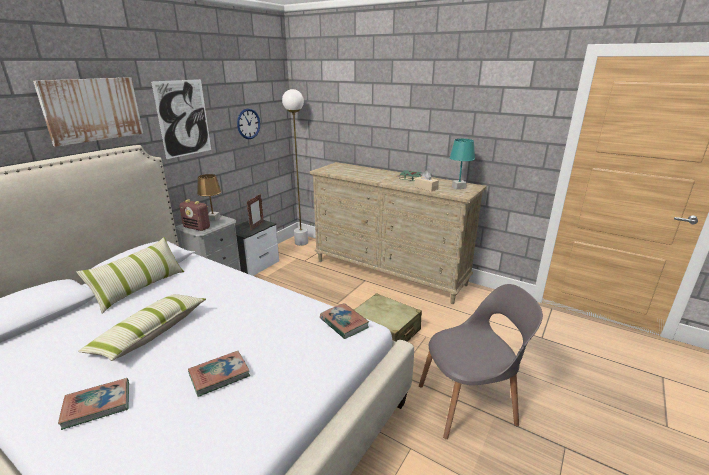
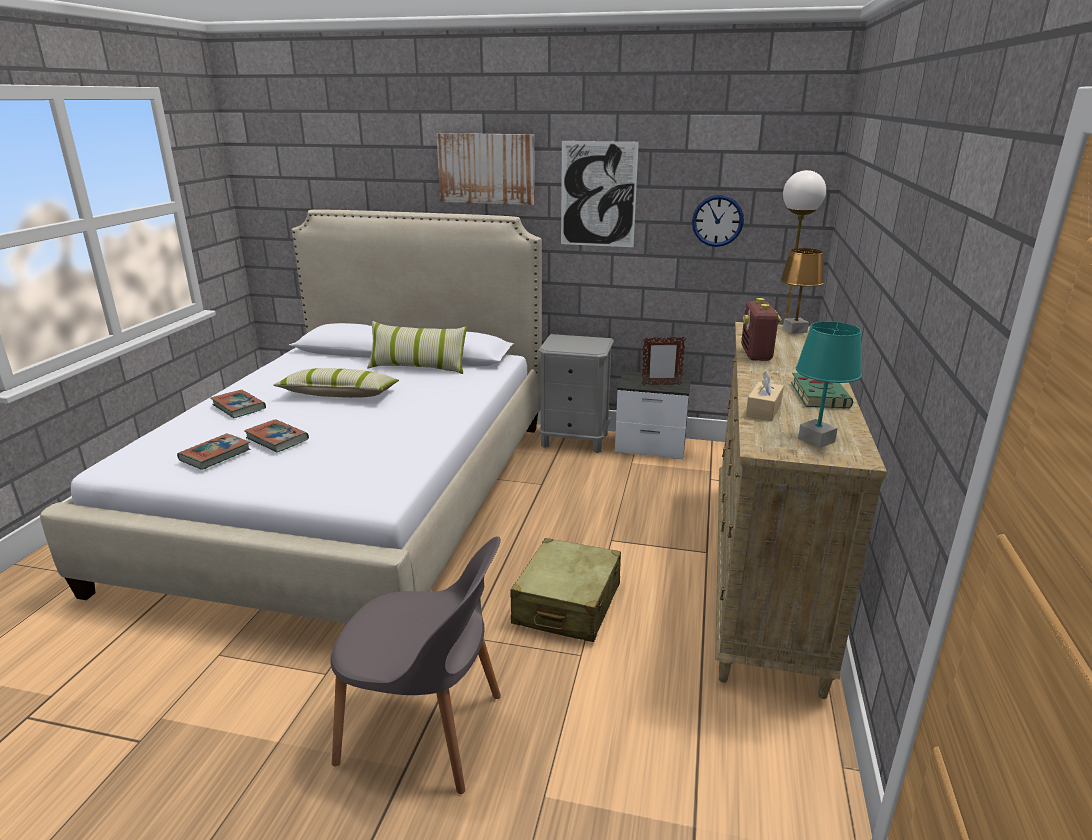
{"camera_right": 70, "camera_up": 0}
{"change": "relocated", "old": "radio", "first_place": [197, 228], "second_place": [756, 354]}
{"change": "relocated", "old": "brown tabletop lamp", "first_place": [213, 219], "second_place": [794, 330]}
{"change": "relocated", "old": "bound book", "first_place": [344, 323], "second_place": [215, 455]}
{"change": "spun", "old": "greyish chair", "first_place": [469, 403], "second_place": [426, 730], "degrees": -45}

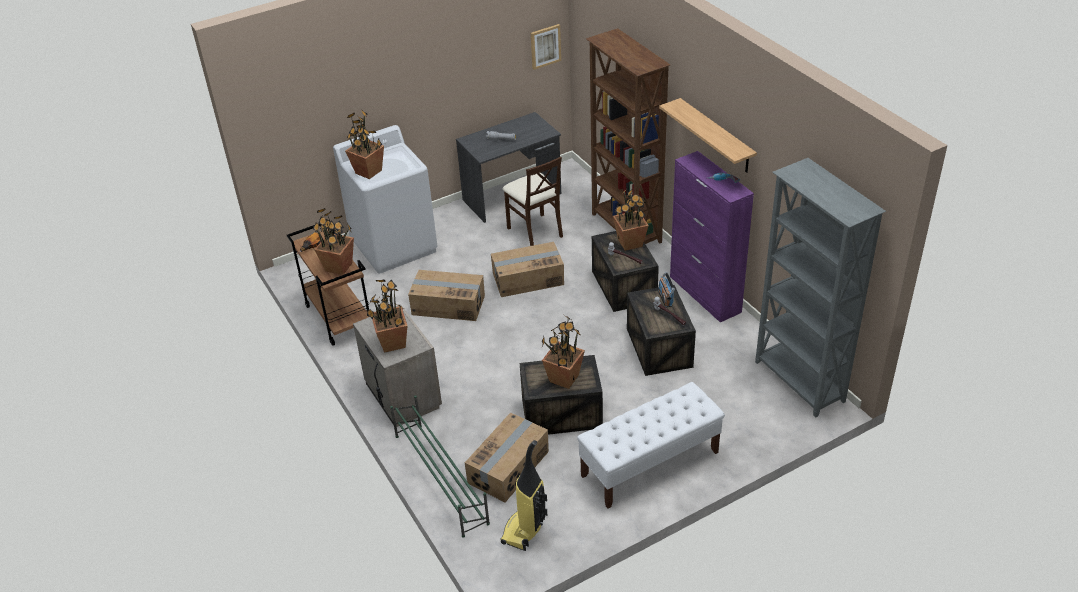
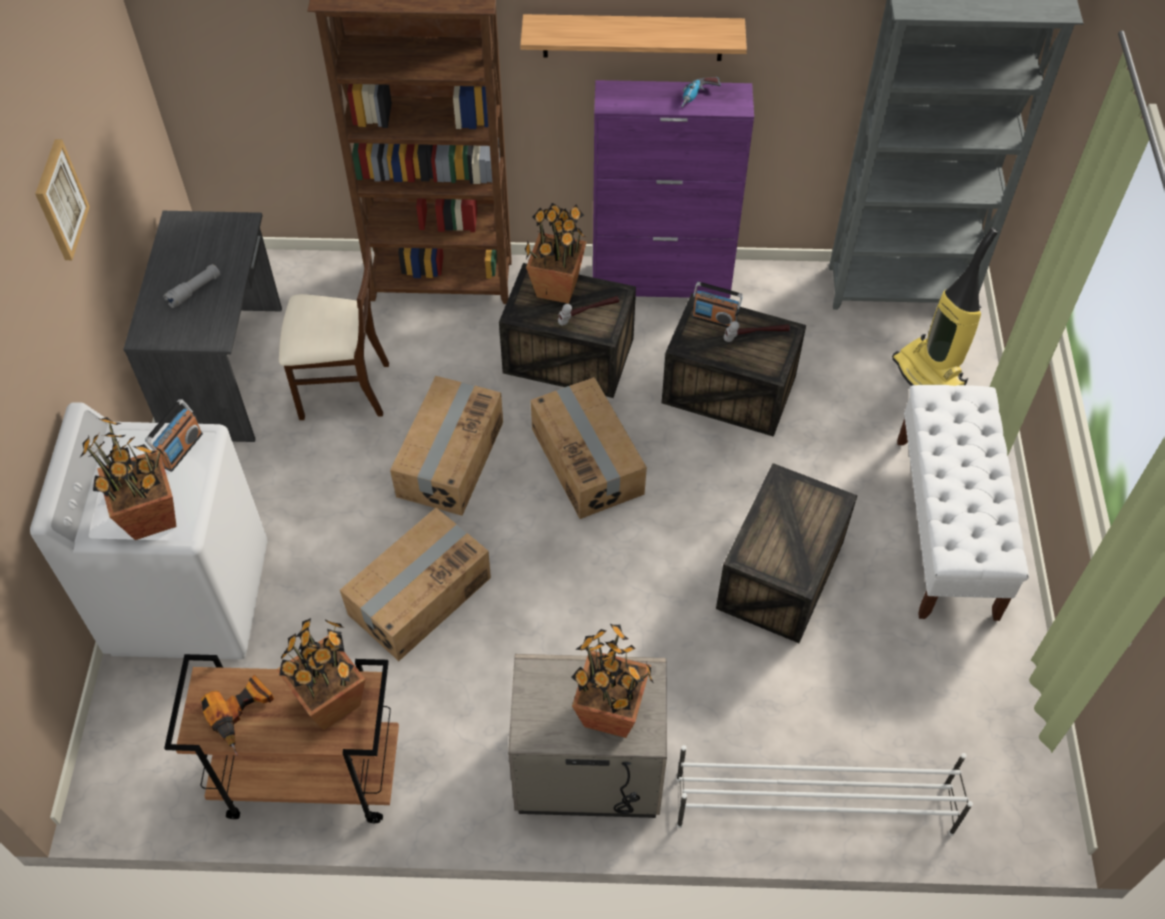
{"camera_right": -60, "camera_up": 15}
{"change": "colour", "old": "green-coloured shoe rack", "new": "white shoe rack", "first_place": [440, 478], "second_place": [812, 805]}
{"change": "relocated", "old": "packing box", "first_place": [509, 467], "second_place": [588, 460]}
{"change": "relocated", "old": "hoover", "first_place": [525, 530], "second_place": [929, 373]}
{"change": "relocated", "old": "wall picture", "first_place": [545, 46], "second_place": [60, 200]}
{"change": "missing", "old": "houseplant", "first_place": [563, 378]}
{"change": "appeared", "new": "radio", "second_place": [181, 449]}

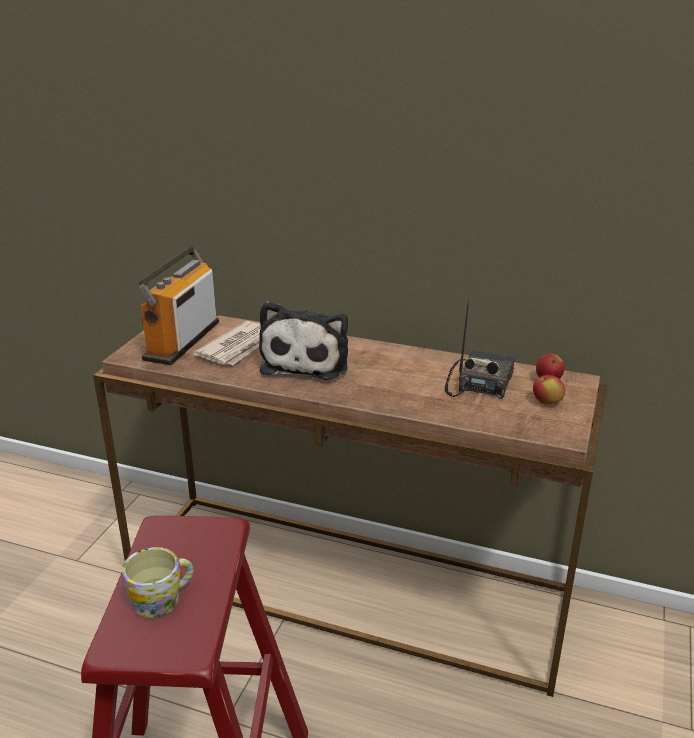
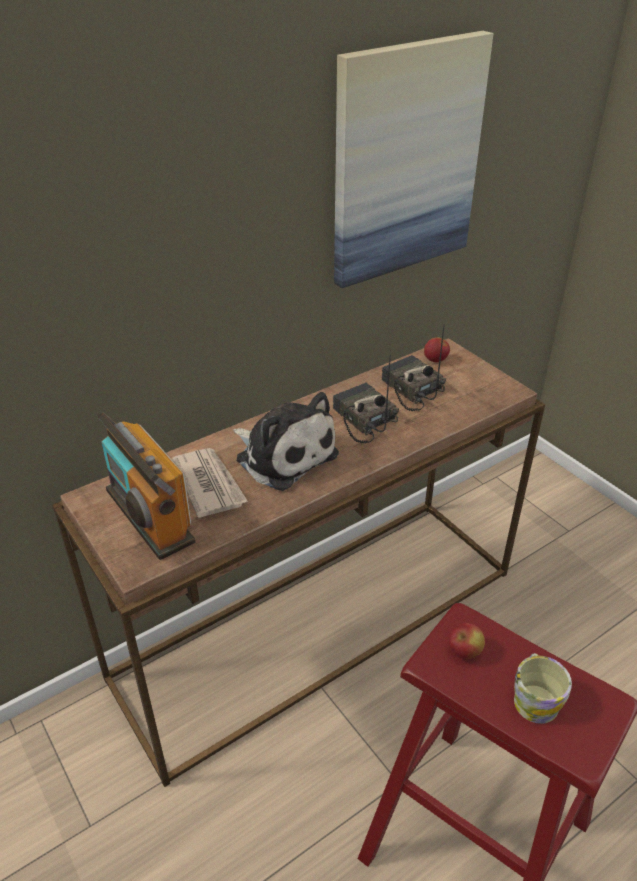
{"camera_right": -55, "camera_up": 10}
{"change": "relocated", "old": "apple", "first_place": [547, 403], "second_place": [464, 652]}
{"change": "appeared", "new": "radio", "second_place": [362, 419]}
{"change": "appeared", "new": "wall picture", "second_place": [405, 161]}

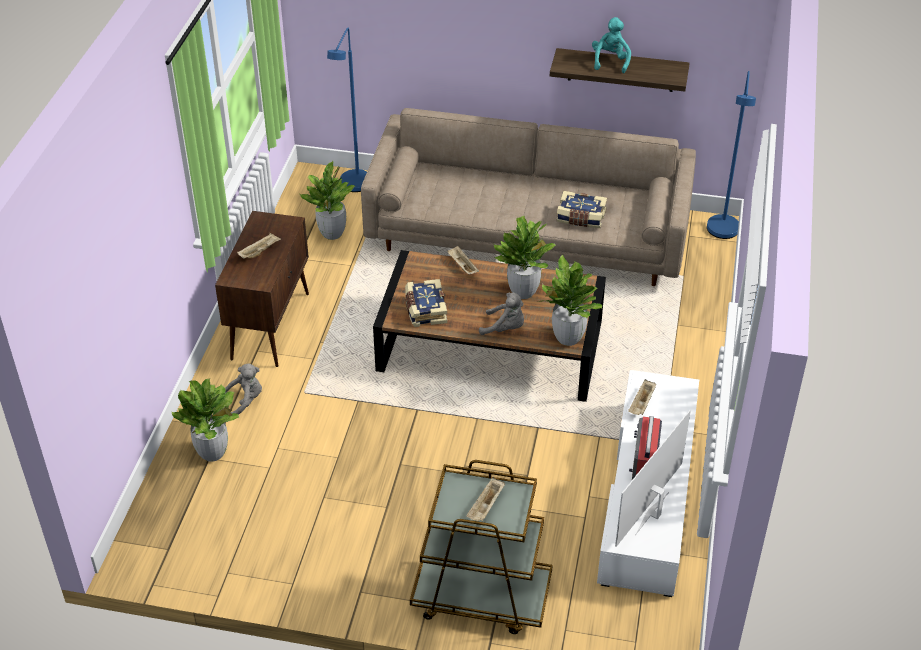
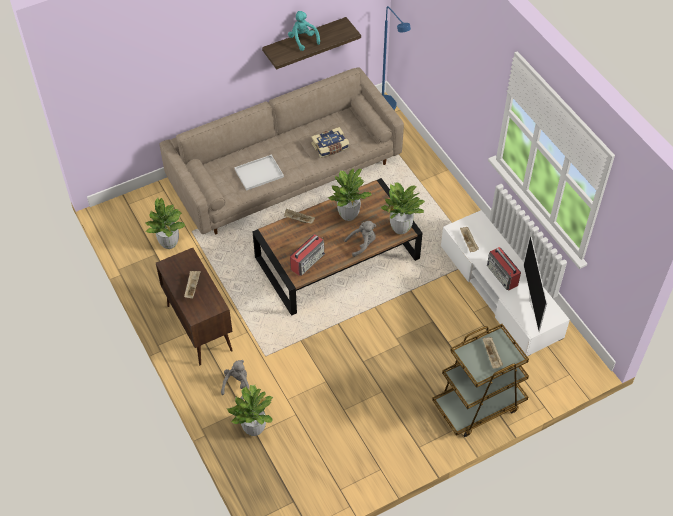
{"camera_right": -40, "camera_up": 10}
{"change": "missing", "old": "blue standing lamp", "first_place": [353, 188]}
{"change": "exchanged", "old": "bound book", "new": "radio", "first_place": [425, 310], "second_place": [308, 261]}
{"change": "appeared", "new": "white serving tray", "second_place": [258, 174]}

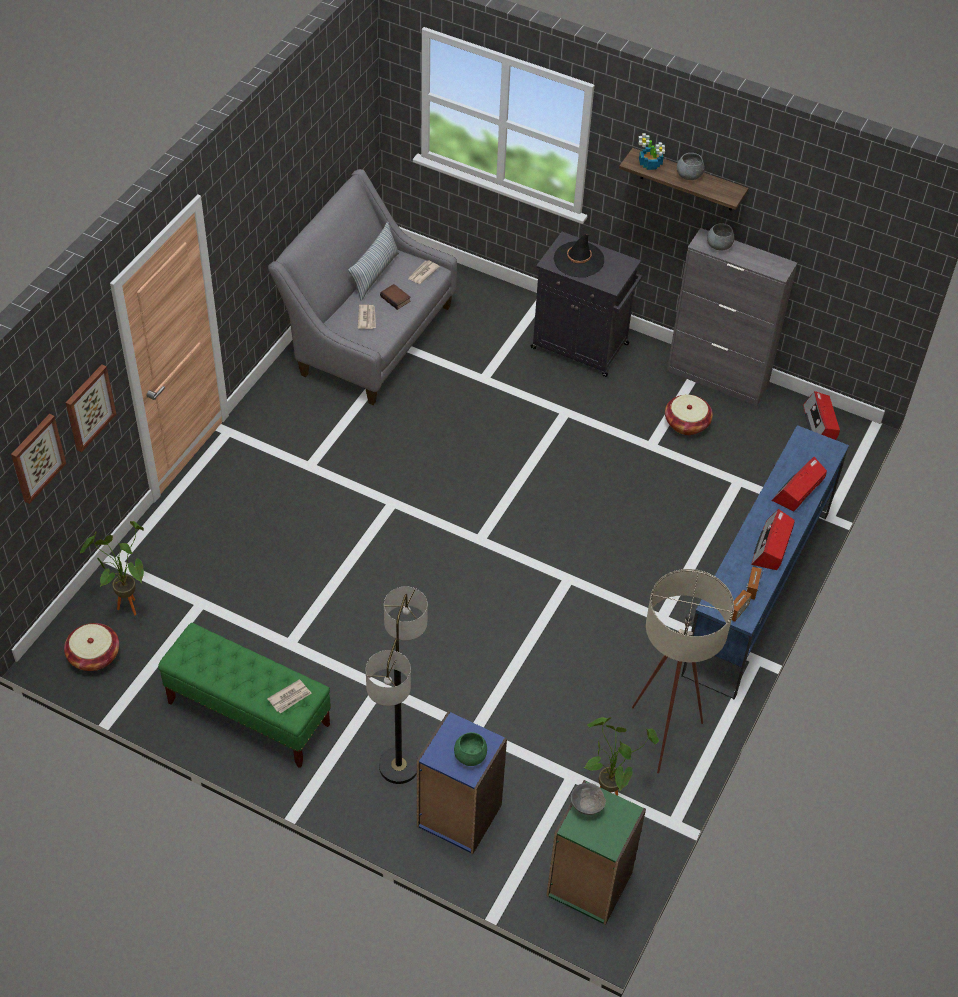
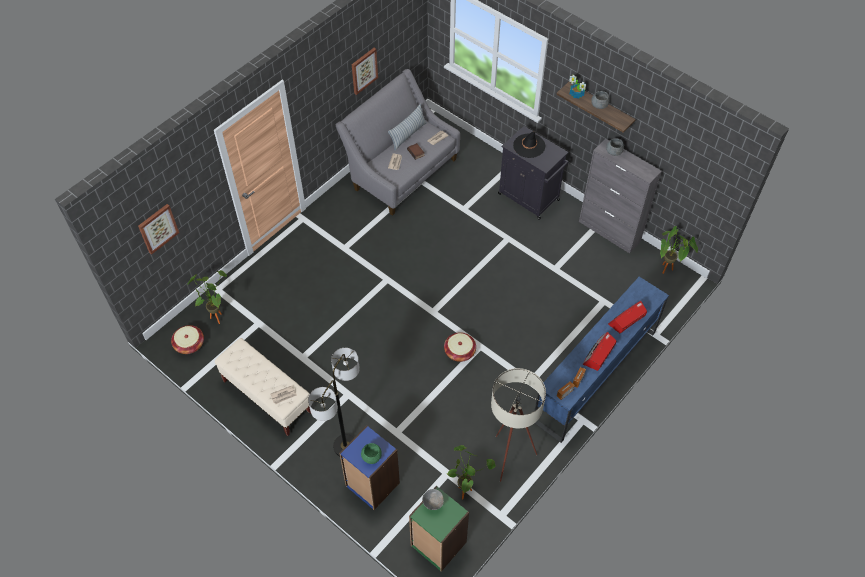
{"camera_right": 15, "camera_up": 5}
{"change": "relocated", "old": "wall picture", "first_place": [89, 407], "second_place": [364, 70]}
{"change": "colour", "old": "green-coloured indoor bench", "new": "sand-coloured indoor bench", "first_place": [248, 714], "second_place": [267, 396]}
{"change": "relocated", "old": "household basket", "first_place": [686, 423], "second_place": [459, 352]}
{"change": "exchanged", "old": "radio", "new": "houseplant", "first_place": [820, 423], "second_place": [667, 272]}

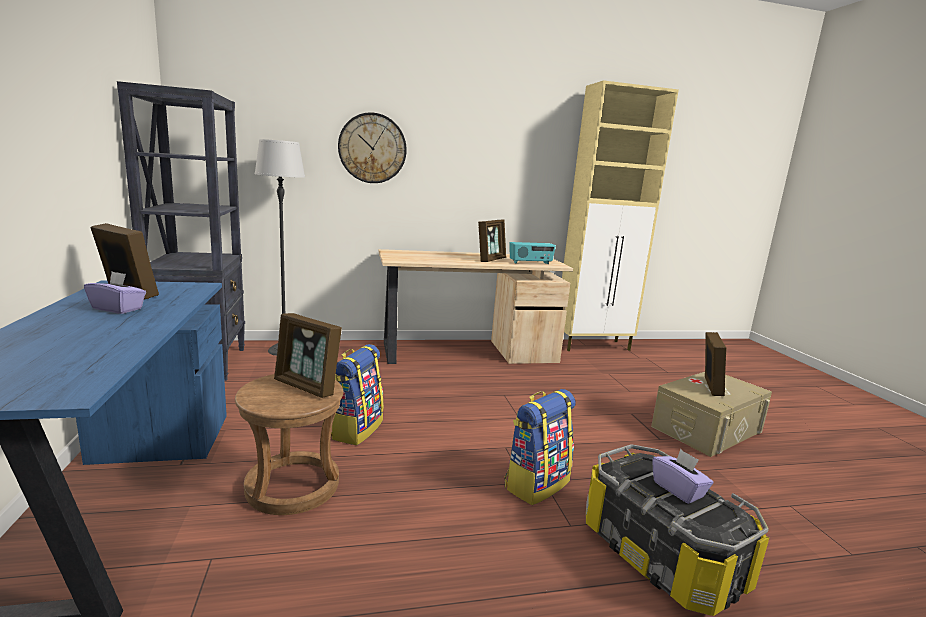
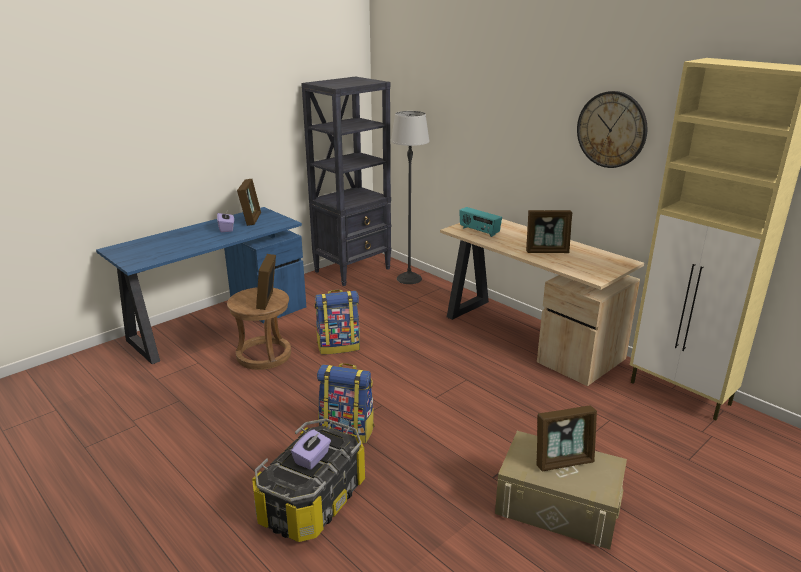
{"camera_right": 60, "camera_up": 10}
{"change": "relocated", "old": "hanging clock", "first_place": [372, 148], "second_place": [611, 129]}
{"change": "relocated", "old": "radio", "first_place": [530, 263], "second_place": [479, 231]}

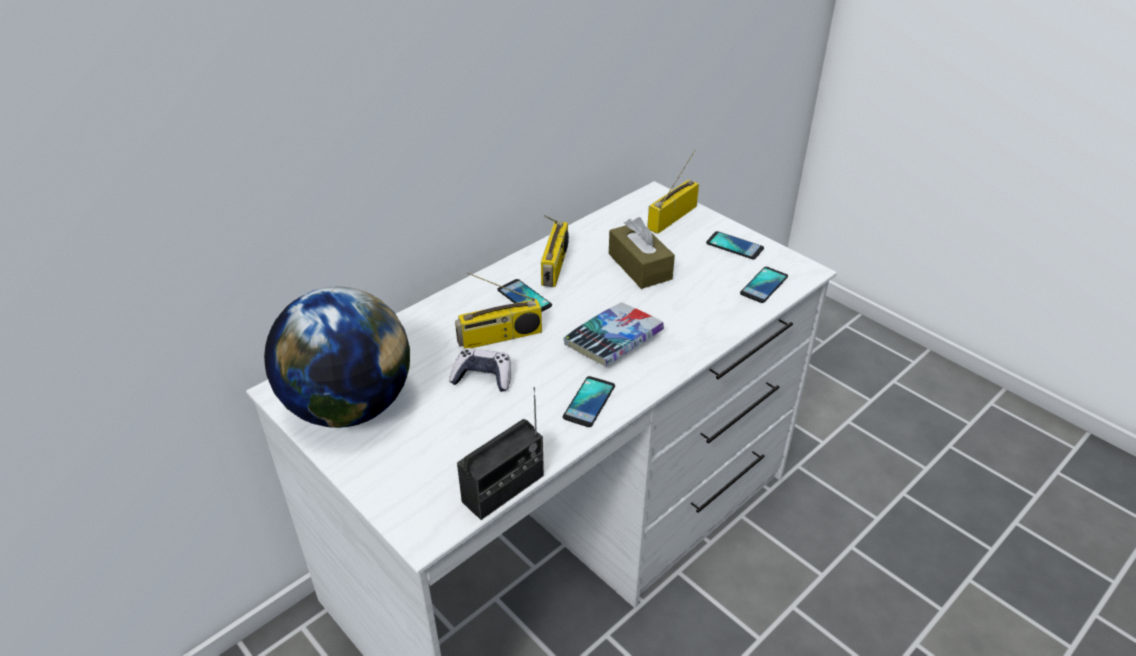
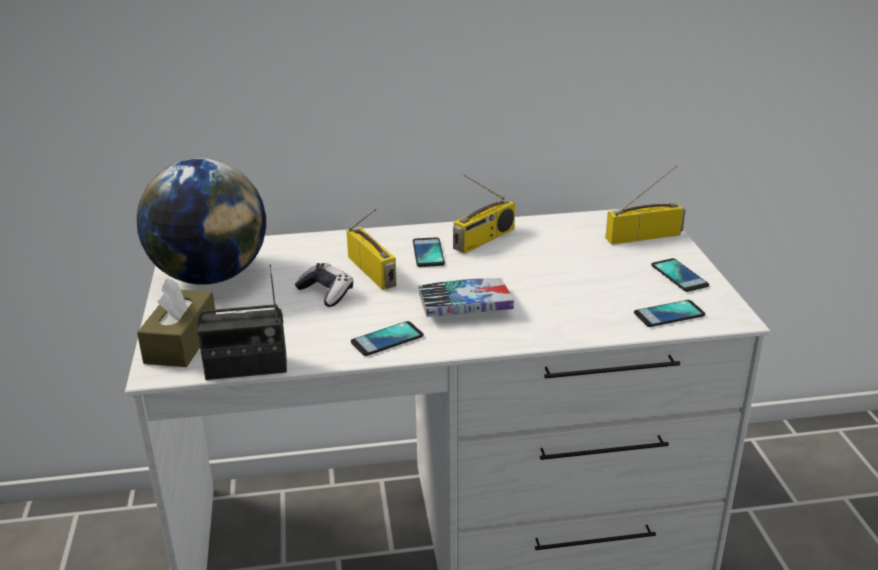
{"camera_right": 35, "camera_up": -10}
{"change": "spun", "old": "radio", "first_place": [499, 337], "second_place": [373, 272], "degrees": -135}
{"change": "relocated", "old": "brown tissue box", "first_place": [639, 266], "second_place": [181, 342]}

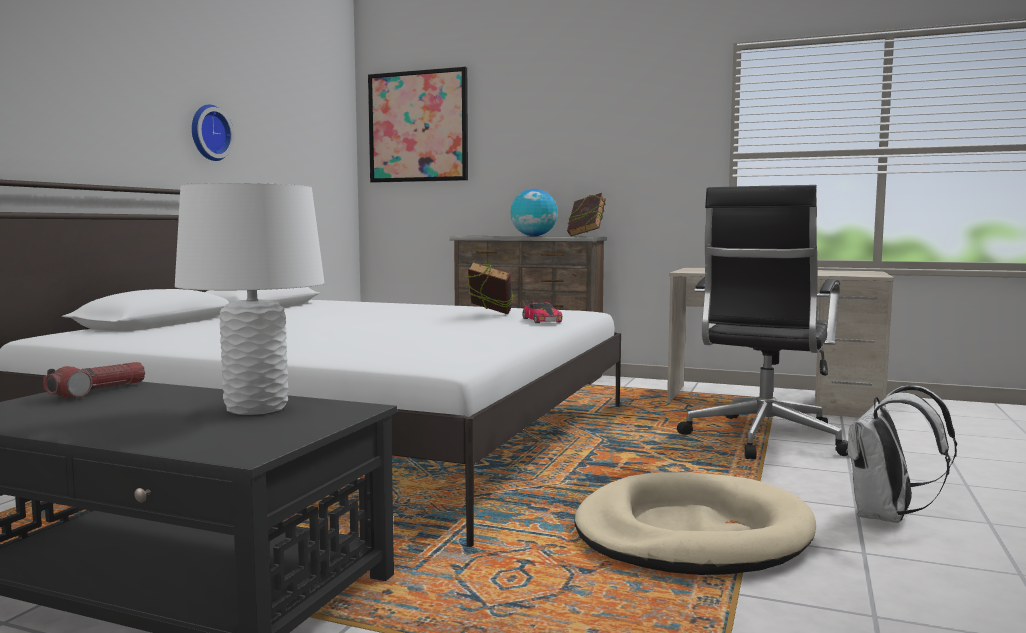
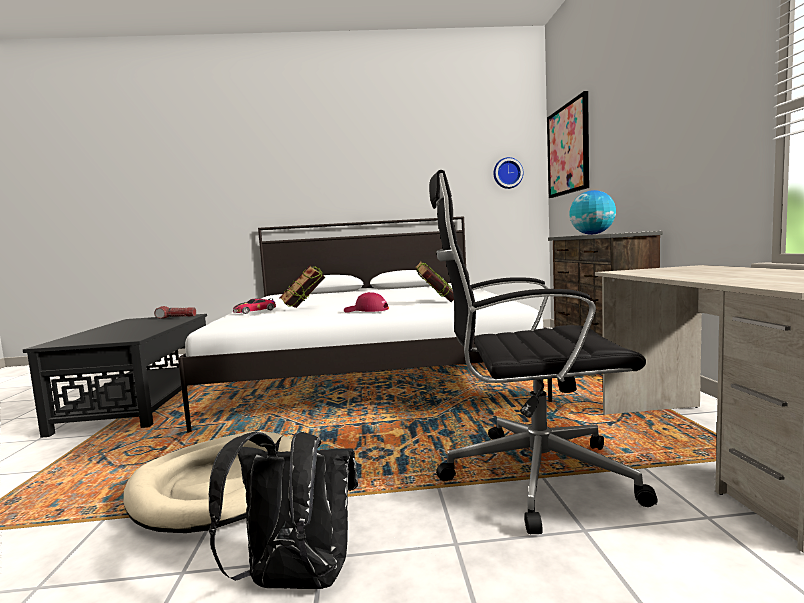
{"camera_right": 65, "camera_up": 0}
{"change": "missing", "old": "white tabletop lamp", "first_place": [257, 408]}
{"change": "relocated", "old": "hanging clock", "first_place": [208, 133], "second_place": [507, 173]}
{"change": "relocated", "old": "toy car", "first_place": [541, 320], "second_place": [254, 311]}
{"change": "relocated", "old": "bound book", "first_place": [586, 236], "second_place": [304, 308]}
{"change": "colour", "old": "white backpack", "new": "black backpack", "first_place": [887, 517], "second_place": [295, 582]}
{"change": "appeared", "new": "reddish peaked cap", "second_place": [366, 311]}

